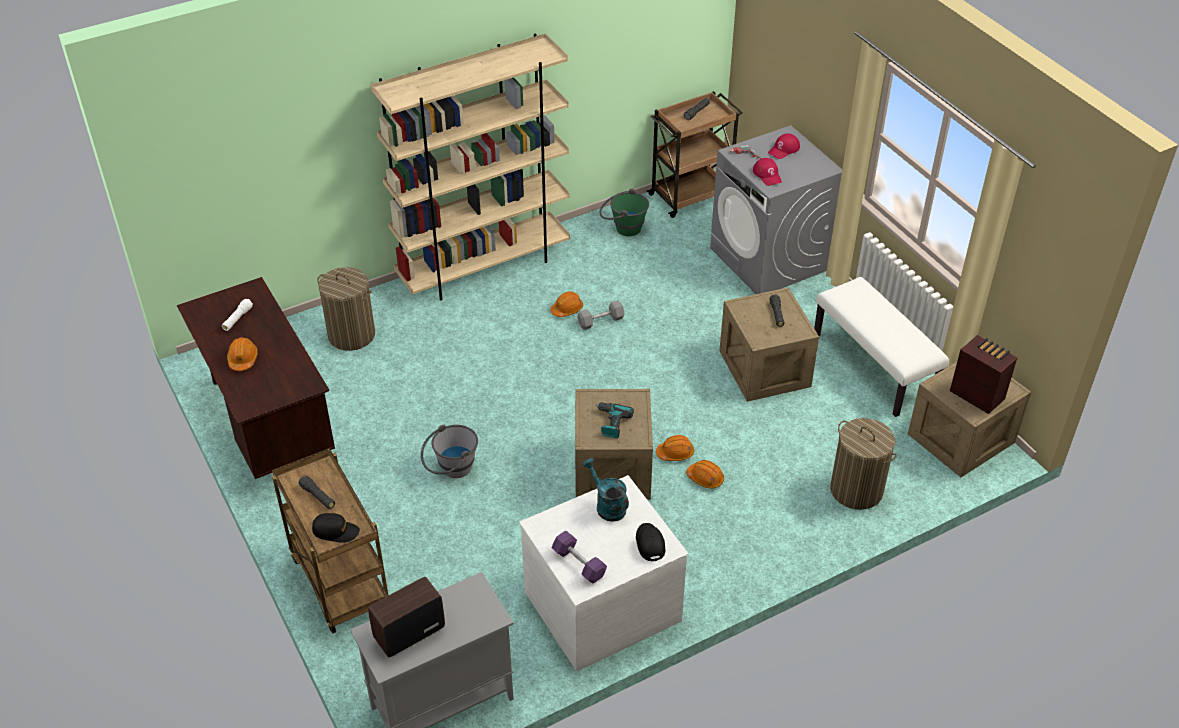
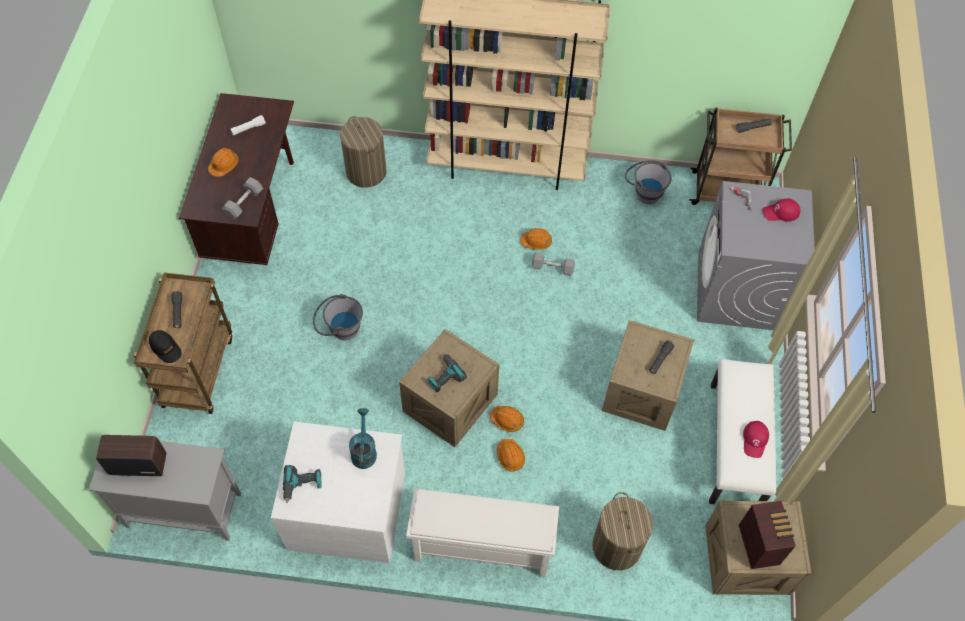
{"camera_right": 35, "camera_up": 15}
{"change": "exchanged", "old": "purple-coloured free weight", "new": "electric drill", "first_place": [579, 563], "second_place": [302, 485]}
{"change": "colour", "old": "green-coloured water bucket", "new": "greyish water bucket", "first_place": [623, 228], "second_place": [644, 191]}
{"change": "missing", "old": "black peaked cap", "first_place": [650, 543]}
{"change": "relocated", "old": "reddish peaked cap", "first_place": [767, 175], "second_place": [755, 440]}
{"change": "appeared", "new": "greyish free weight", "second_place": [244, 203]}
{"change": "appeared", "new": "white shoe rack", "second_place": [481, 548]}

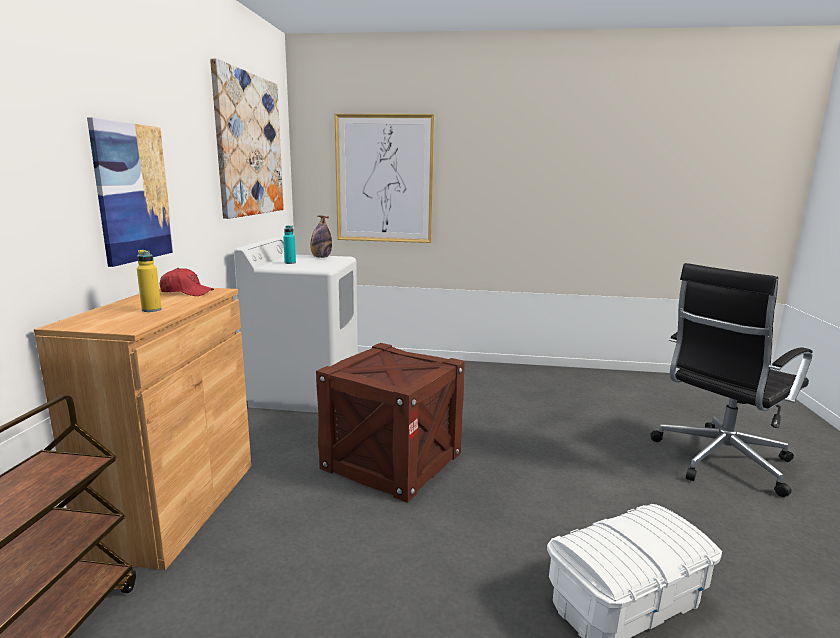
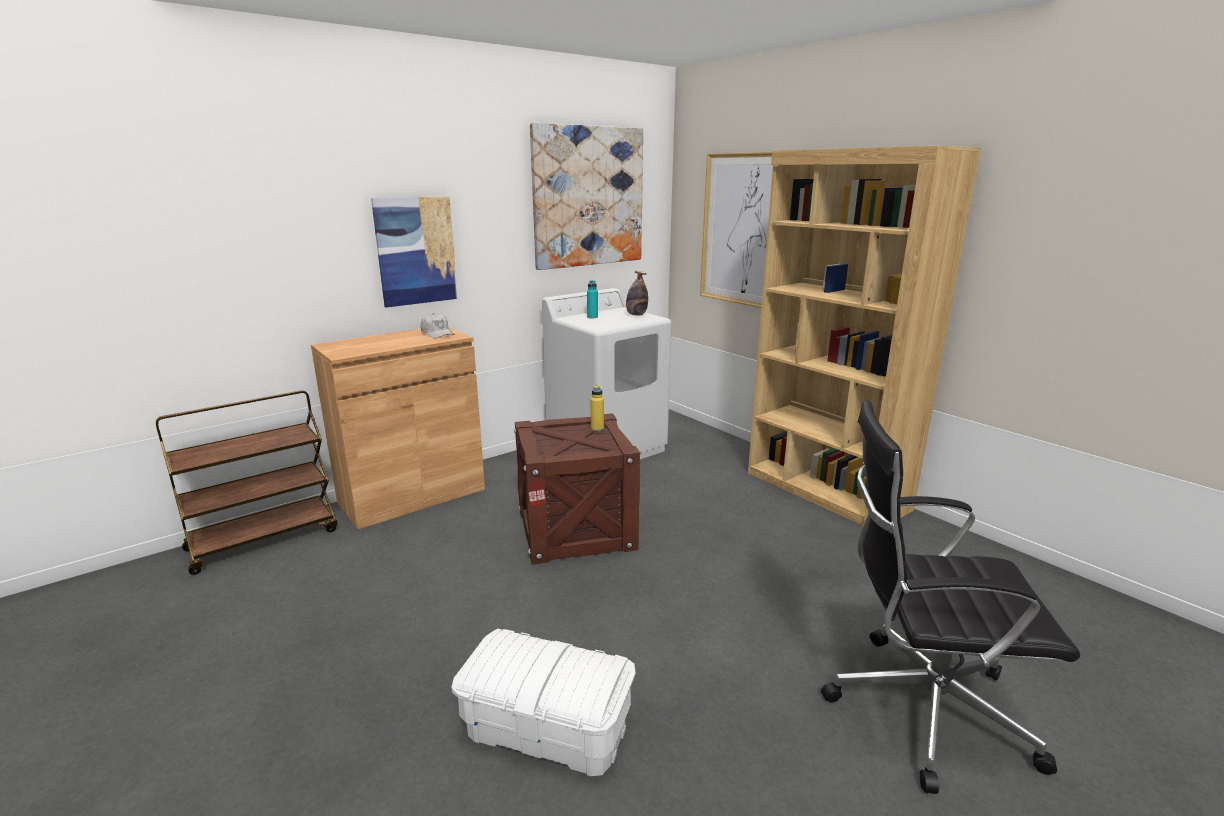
{"camera_right": 45, "camera_up": 5}
{"change": "relocated", "old": "yellow-coloured drink bottle", "first_place": [151, 310], "second_place": [597, 429]}
{"change": "colour", "old": "reddish peaked cap", "new": "white peaked cap", "first_place": [186, 292], "second_place": [437, 333]}
{"change": "appeared", "new": "brown bookshelf", "second_place": [825, 491]}

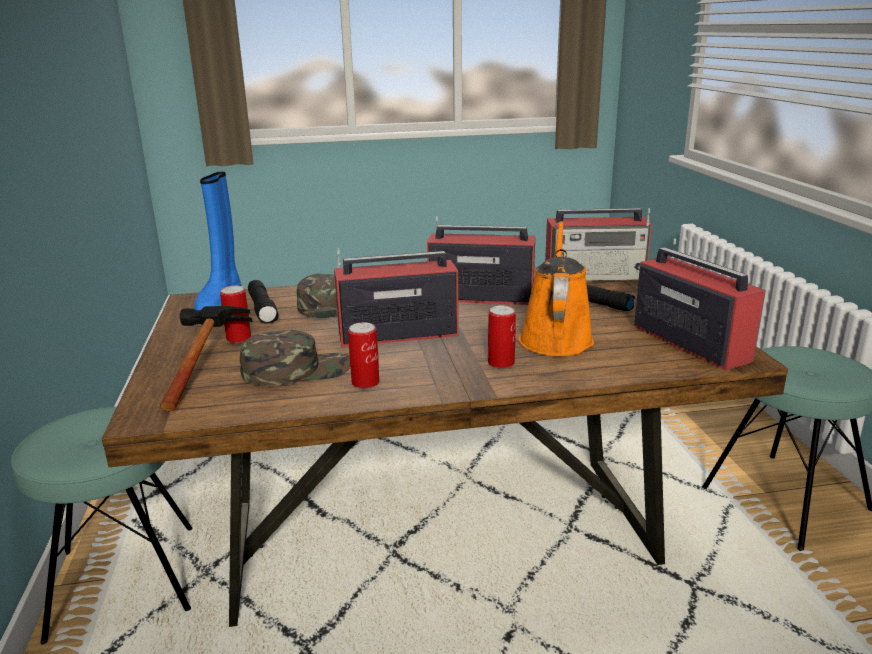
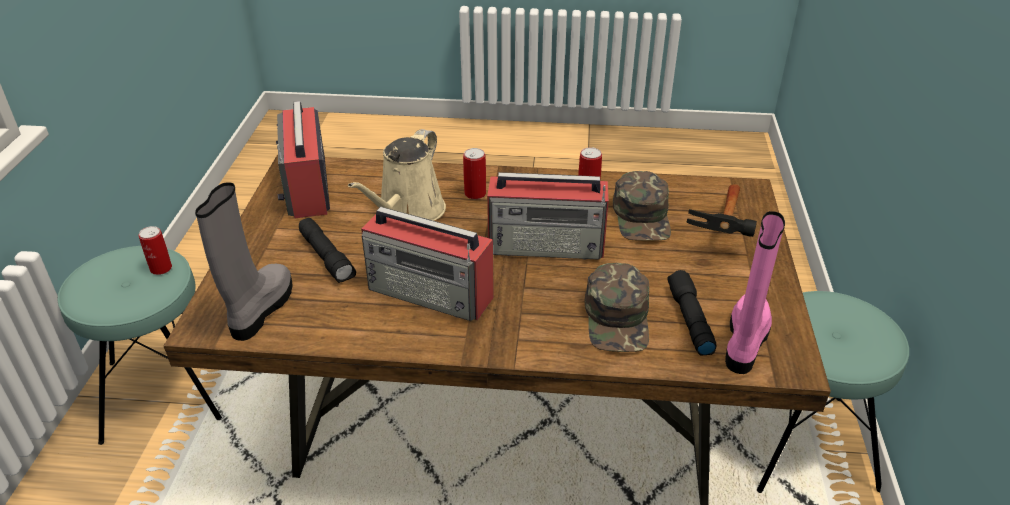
{"camera_right": -165, "camera_up": 15}
{"change": "colour", "old": "blue boot", "new": "pinkish boot", "first_place": [221, 305], "second_place": [745, 341]}
{"change": "relocated", "old": "sealed can", "first_place": [239, 338], "second_place": [161, 268]}
{"change": "spun", "old": "green-coloured peaked cap", "first_place": [297, 369], "second_place": [642, 216], "degrees": -90}
{"change": "colour", "old": "orange-coloured watering pot", "new": "sand-coloured watering pot", "first_place": [555, 337], "second_place": [408, 213]}
{"change": "exchanged", "old": "radio", "new": "greyish boot", "first_place": [596, 276], "second_place": [260, 309]}

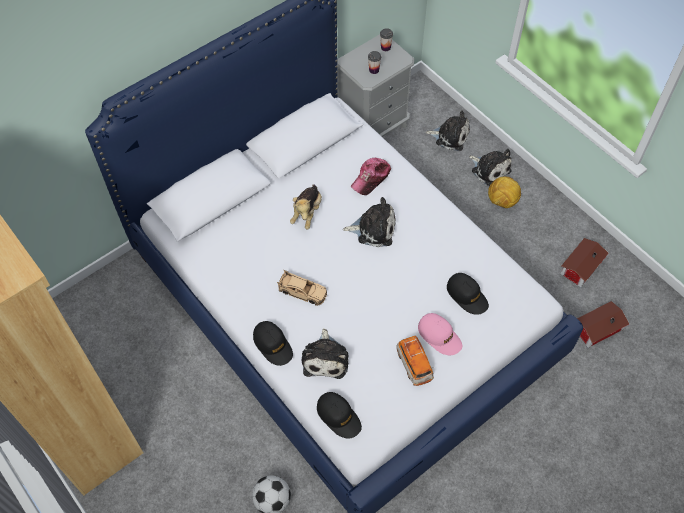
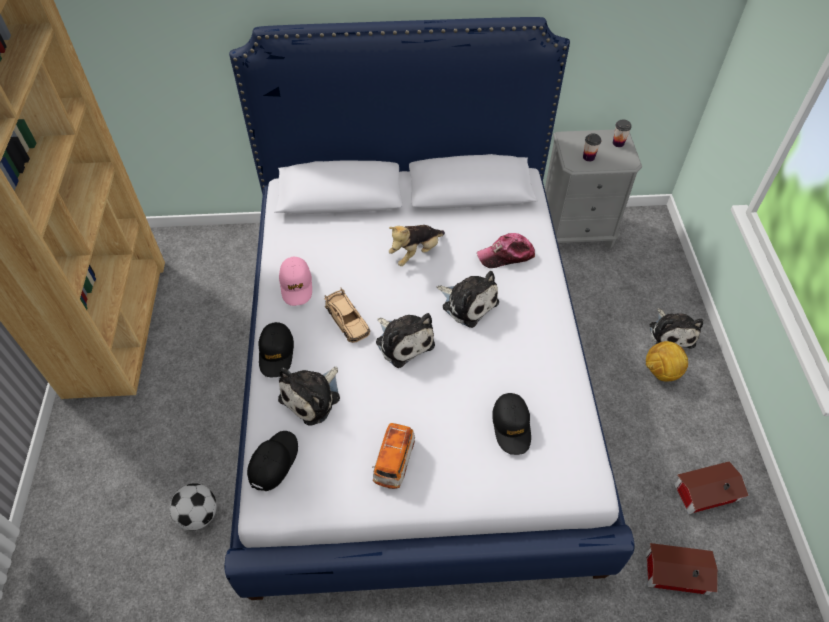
{"camera_right": 35, "camera_up": -5}
{"change": "spun", "old": "black peaked cap", "first_place": [339, 416], "second_place": [273, 462], "degrees": -150}
{"change": "relocated", "old": "pinkish peaked cap", "first_place": [439, 336], "second_place": [296, 285]}
{"change": "relocated", "old": "plush toy", "first_place": [450, 136], "second_place": [403, 341]}

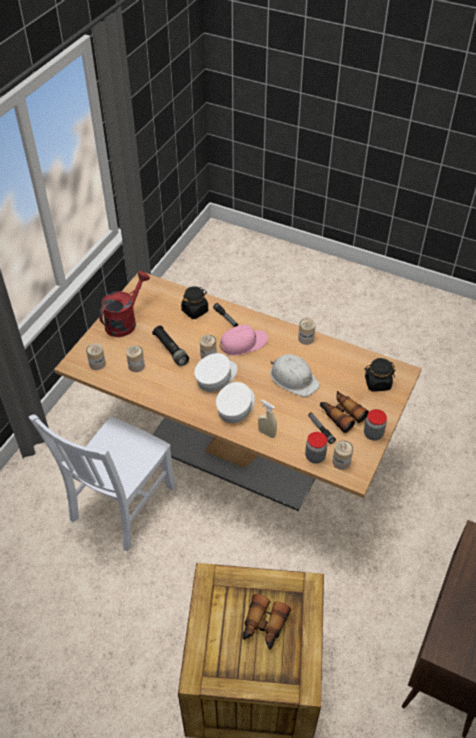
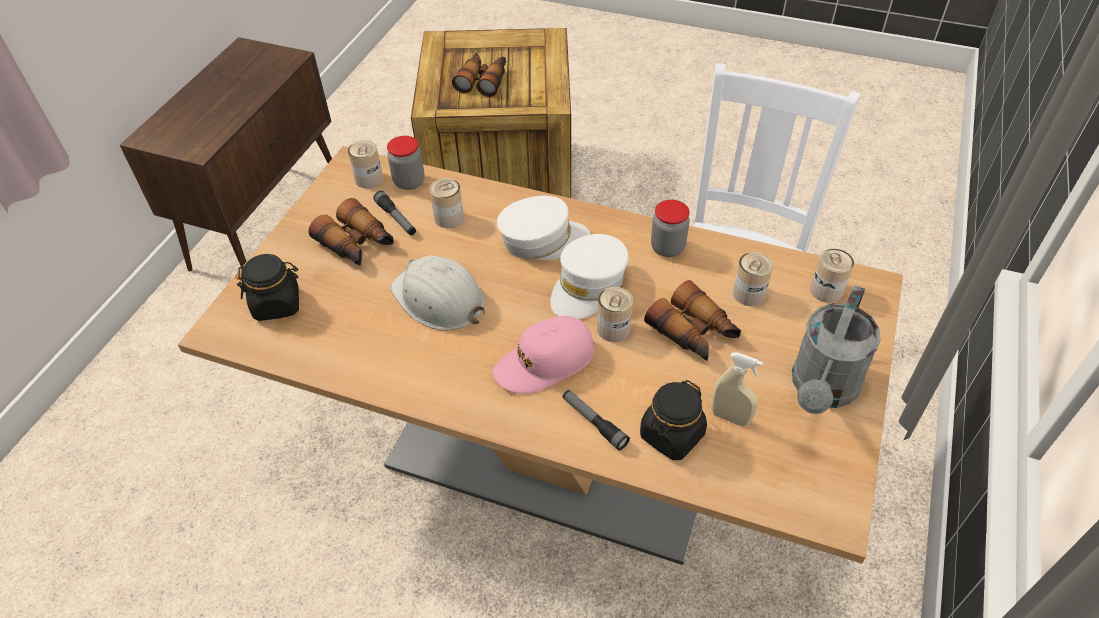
{"camera_right": 175, "camera_up": 0}
{"change": "colour", "old": "reddish watering pot", "new": "greyish watering pot", "first_place": [124, 321], "second_place": [822, 390]}
{"change": "exchanged", "old": "black torch", "new": "field glasses", "first_place": [170, 350], "second_place": [694, 333]}
{"change": "spun", "old": "white peaked cap", "first_place": [236, 407], "second_place": [543, 240], "degrees": -120}
{"change": "relocated", "old": "sand-coloured spray bottle", "first_place": [266, 433], "second_place": [730, 417]}
{"change": "relocated", "old": "sealed can", "first_place": [306, 338], "second_place": [449, 218]}
{"change": "relocated", "old": "storage jar", "first_place": [373, 434], "second_place": [667, 248]}

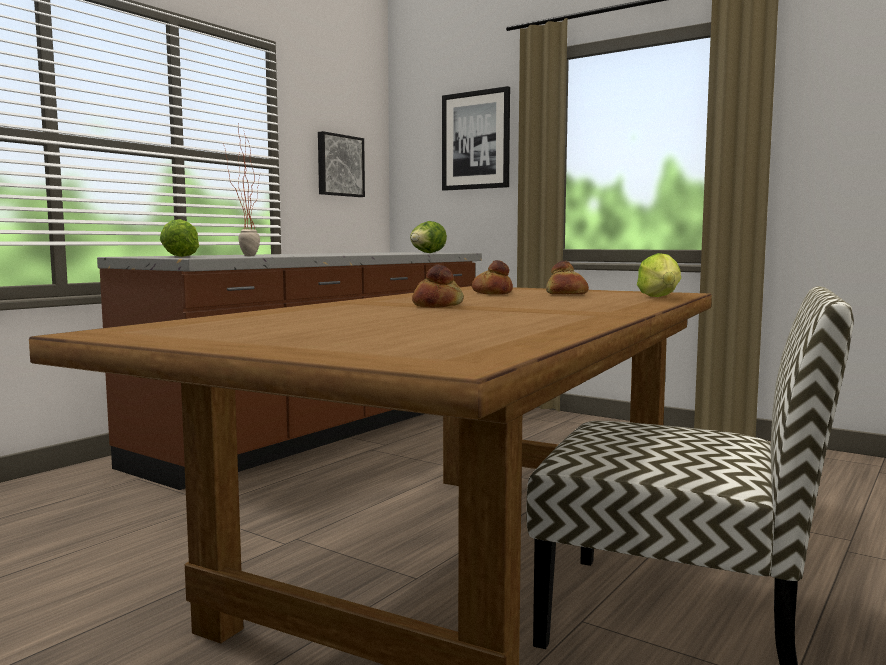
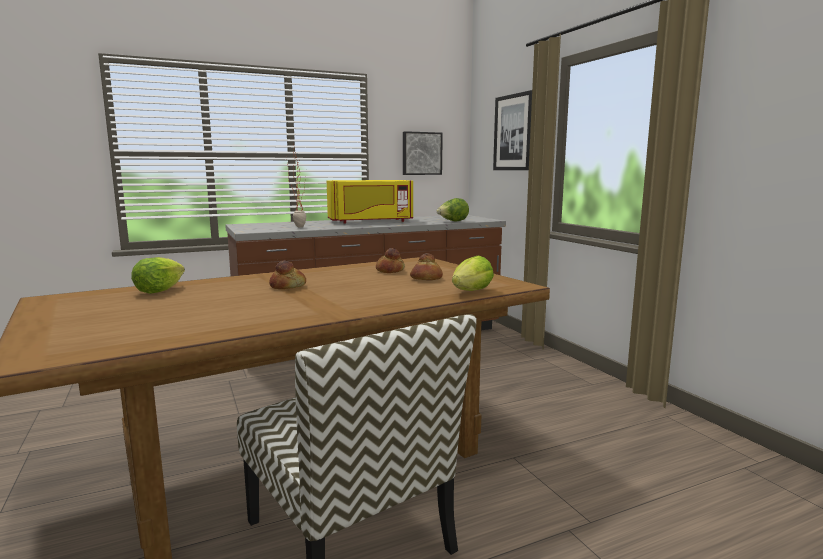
{"camera_right": 30, "camera_up": 5}
{"change": "relocated", "old": "head of lettuce", "first_place": [181, 256], "second_place": [159, 291]}
{"change": "appeared", "new": "yellow-coloured kitchen microwave", "second_place": [370, 221]}

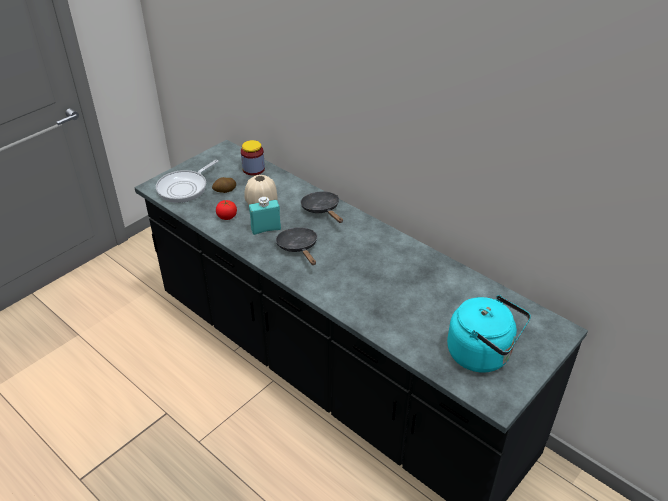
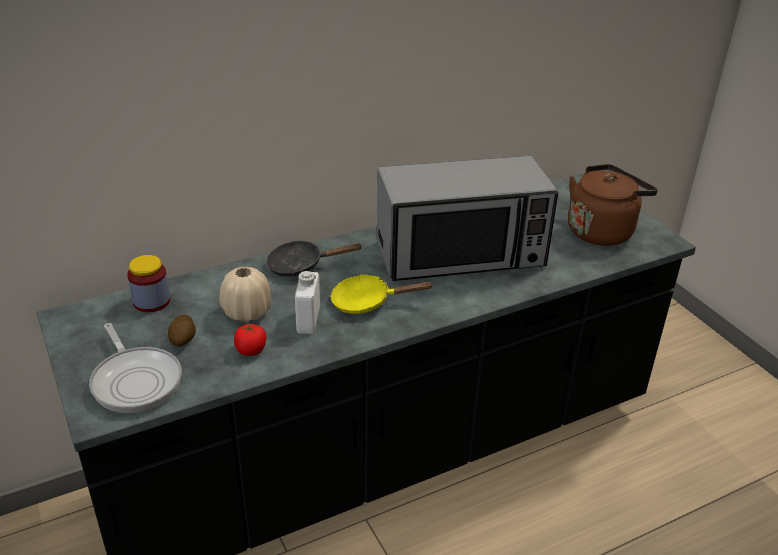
{"camera_right": -70, "camera_up": -5}
{"change": "colour", "old": "turquoise-coloured drink bottle", "new": "white drink bottle", "first_place": [266, 229], "second_place": [308, 320]}
{"change": "colour", "old": "black skillet", "new": "yellow-coloured skillet", "first_place": [298, 247], "second_place": [367, 302]}
{"change": "colour", "old": "turquoise-coloured kettle", "new": "brown kettle", "first_place": [482, 354], "second_place": [602, 230]}
{"change": "appeared", "new": "kitchen microwave", "second_place": [461, 254]}

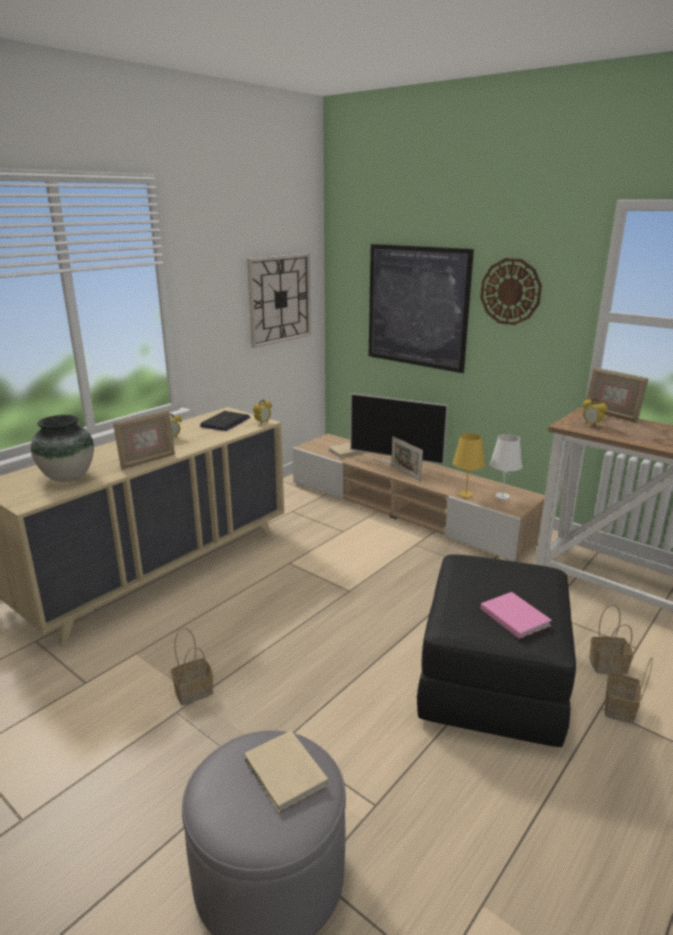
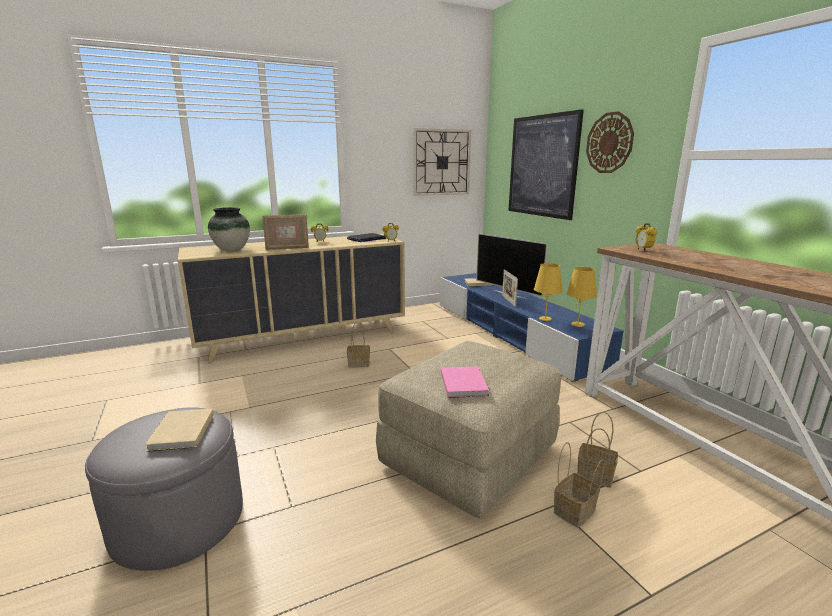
{"camera_right": 25, "camera_up": -5}
{"change": "relocated", "old": "household basket", "first_place": [194, 691], "second_place": [359, 363]}
{"change": "colour", "old": "sand-coloured tv stand", "new": "blue tv stand", "first_place": [407, 509], "second_place": [512, 333]}
{"change": "colour", "old": "black pouffe", "new": "sand-coloured pouffe", "first_place": [490, 680], "second_place": [469, 455]}
{"change": "colour", "old": "white tabletop lamp", "new": "yellow-coloured tabletop lamp", "first_place": [502, 496], "second_place": [577, 324]}
{"change": "missing", "old": "photo frame", "first_place": [611, 415]}

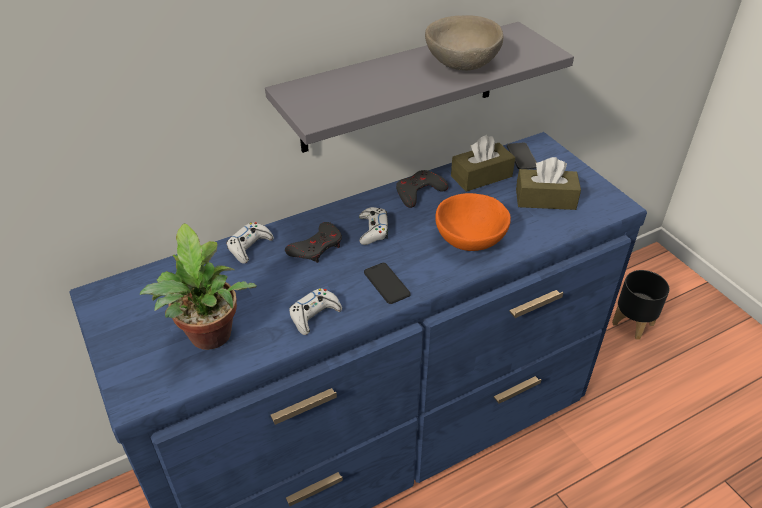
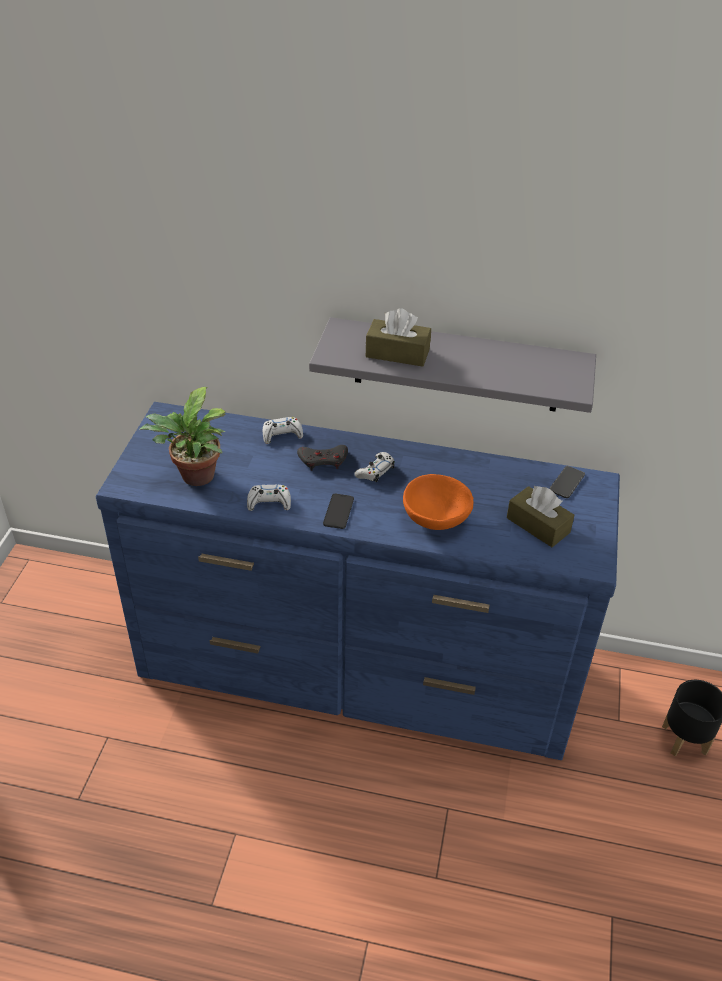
{"camera_right": 40, "camera_up": 0}
{"change": "missing", "old": "greyish game controller", "first_place": [419, 192]}
{"change": "missing", "old": "sand-coloured bowl", "first_place": [461, 63]}
{"change": "relocated", "old": "brown tissue box", "first_place": [481, 176], "second_place": [397, 353]}

